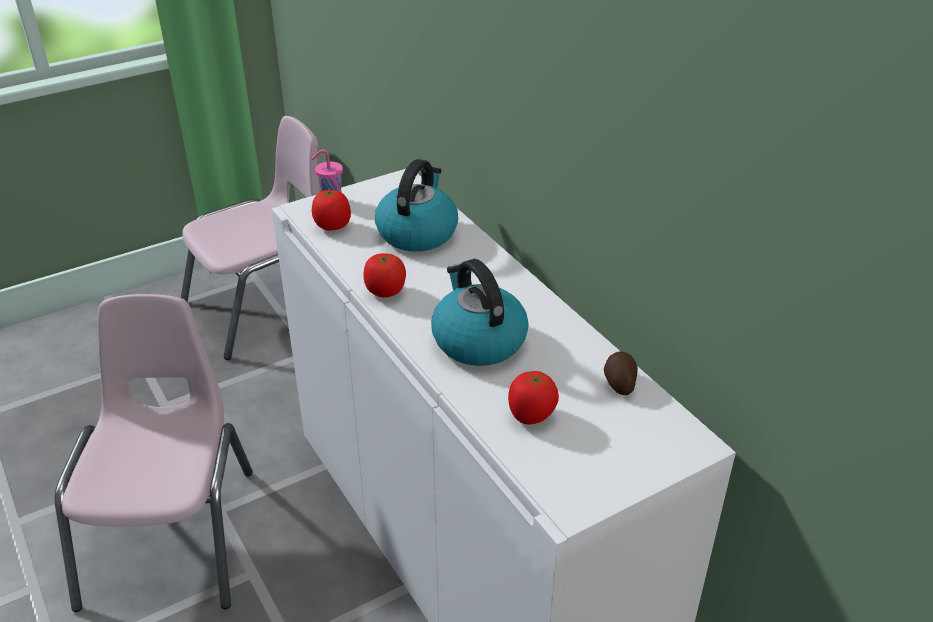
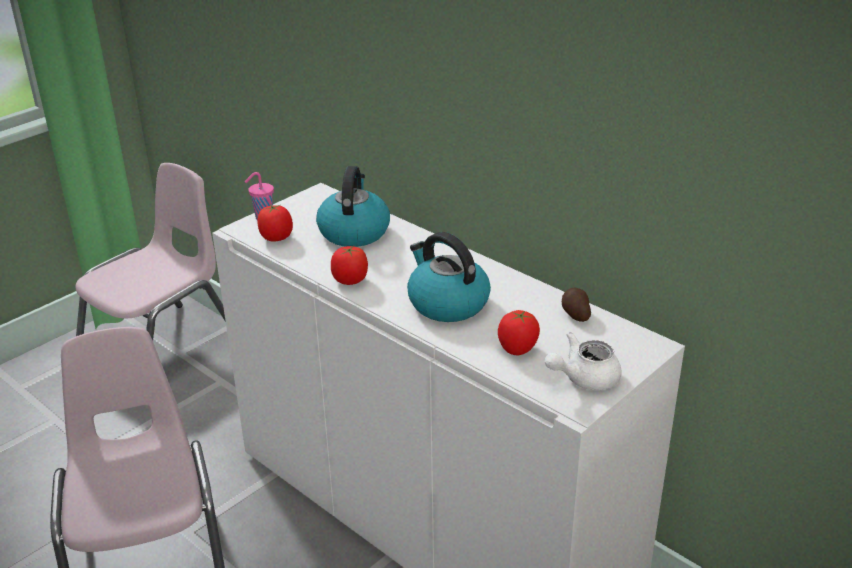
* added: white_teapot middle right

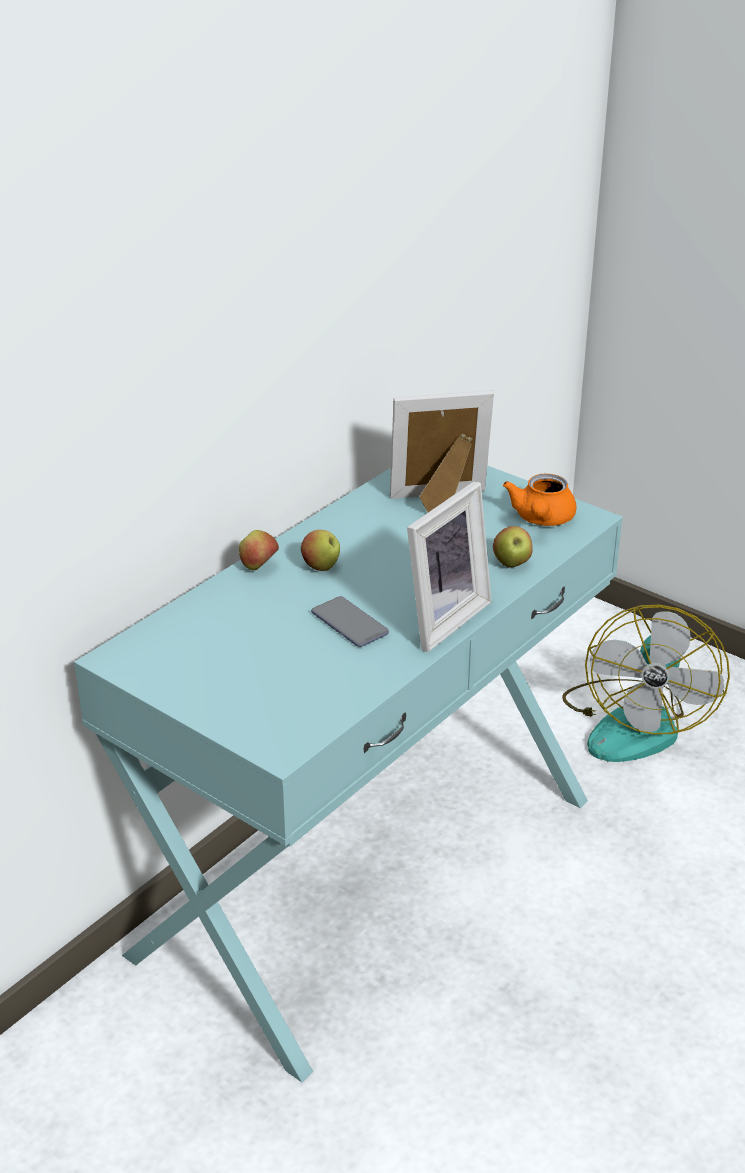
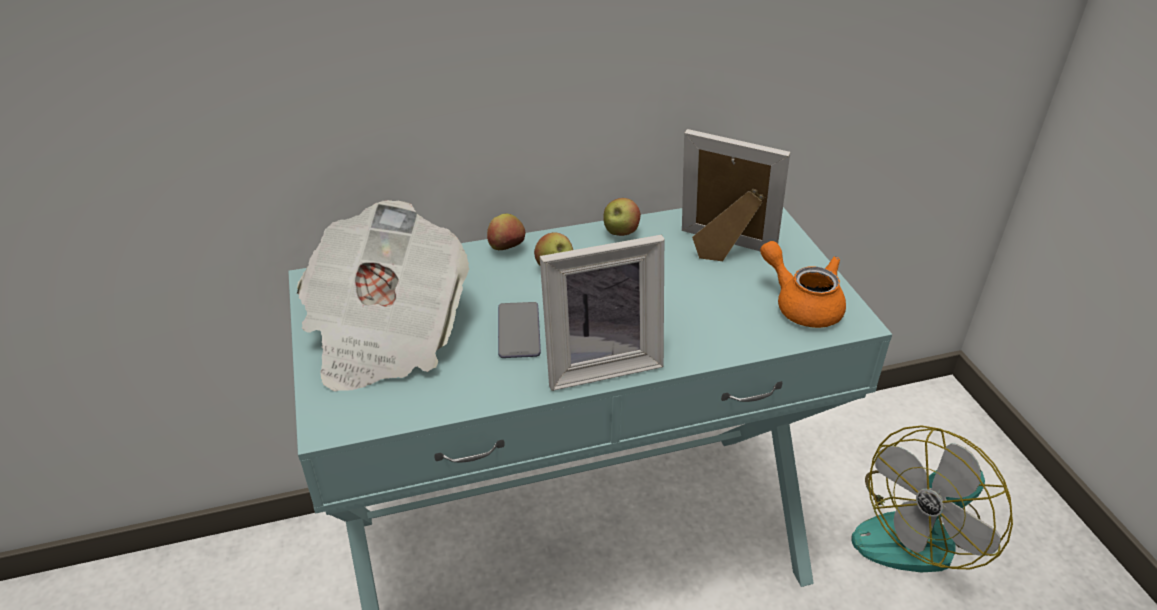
* added: newspaper middle left
* moved: apple (3rd from left) middle right to centre
* turned: orange_teapot middle right = middle right 90 degrees clockwise

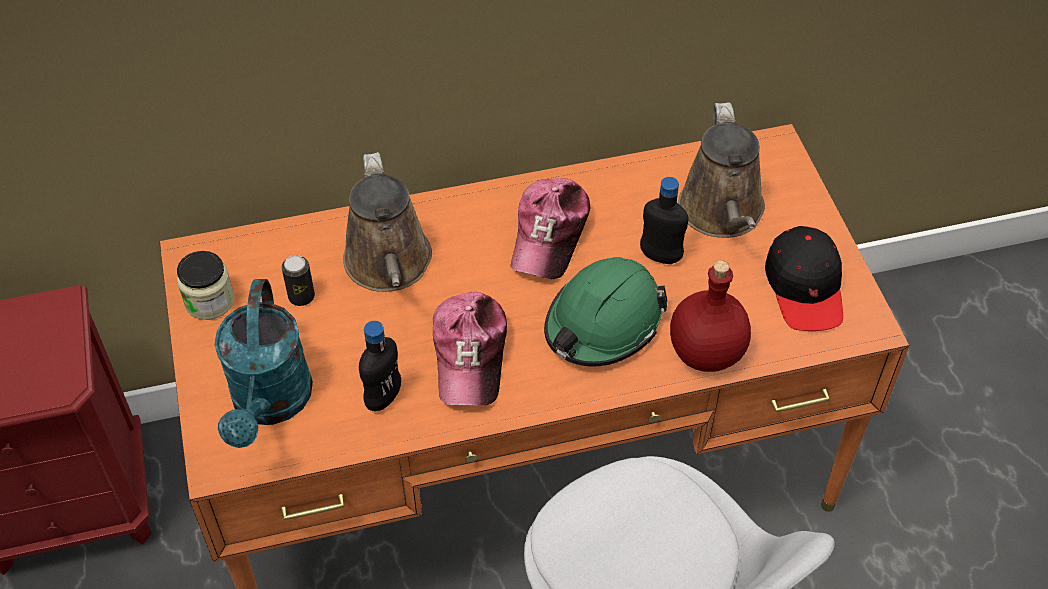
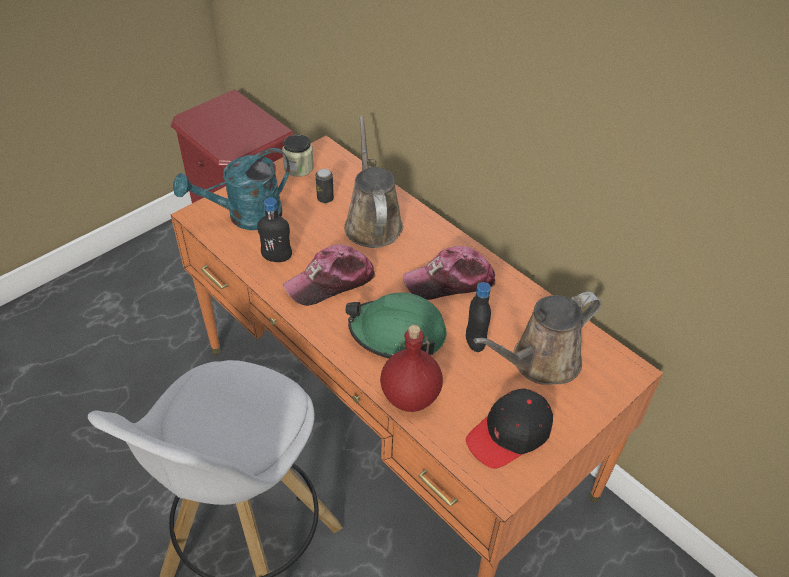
* turned: brown_watering_can (1st from left) centre = top centre 120 degrees clockwise

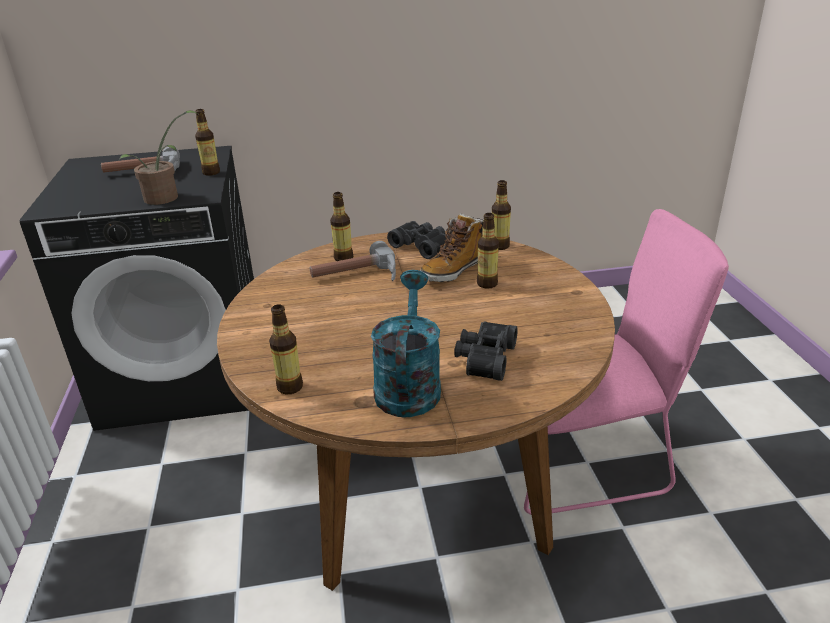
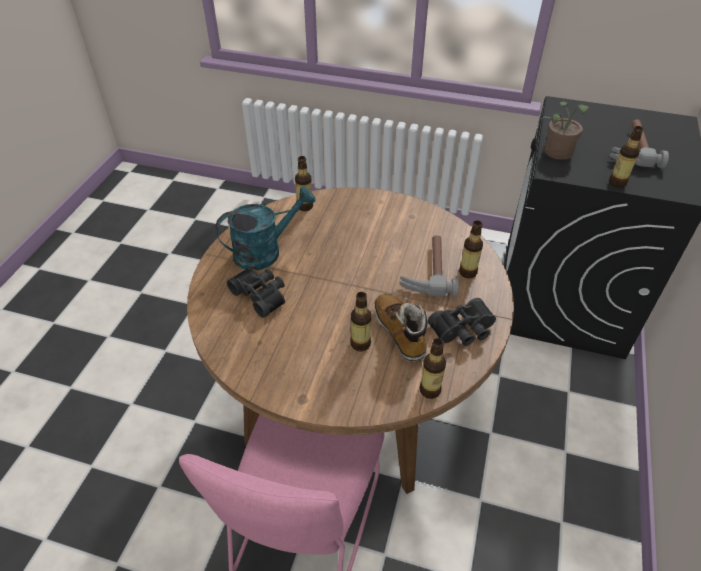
* turned: turquoise_watering_can centre = centre 60 degrees counterclockwise

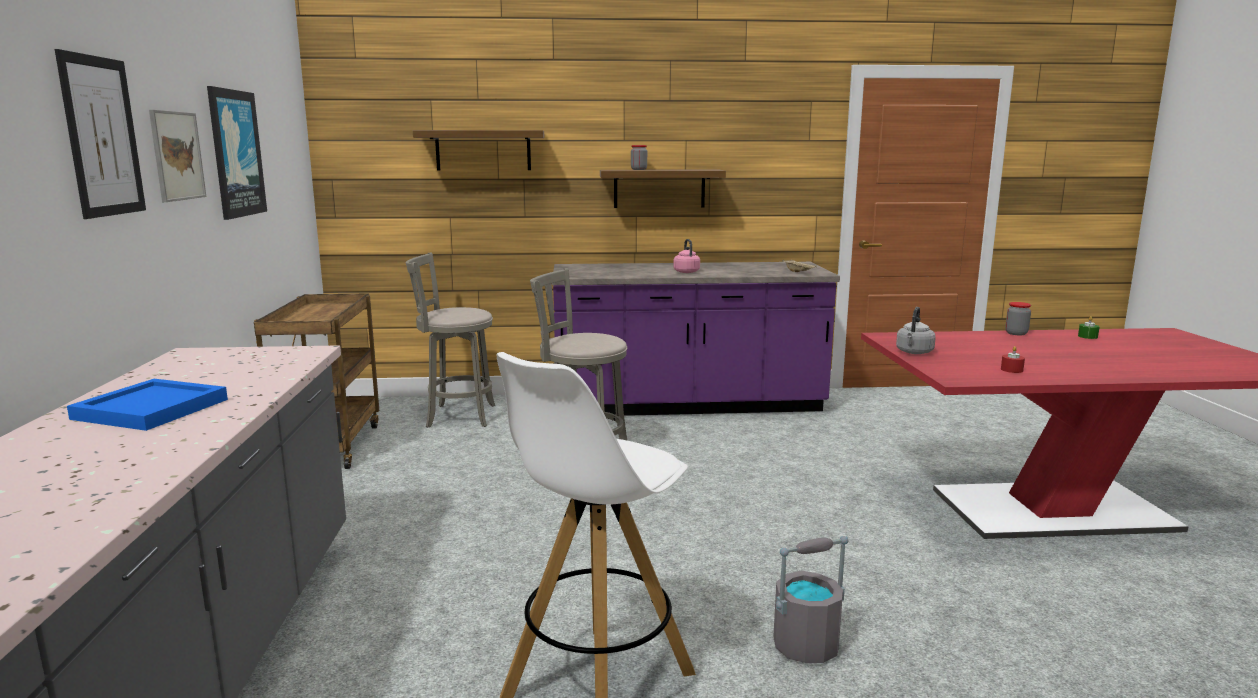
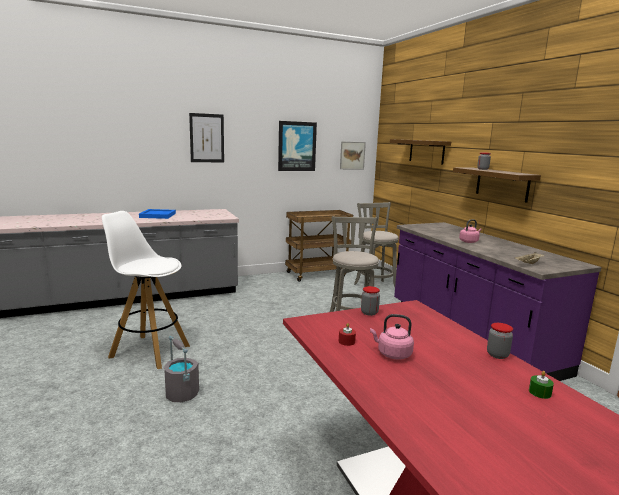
* added: pink_kettle (1st from left) bottom centre
* moved: picture (2nd from left in the first image) top left to picture (3rd from left) top centre
* replaced: grey_kettle middle right to jar (1st from left) centre

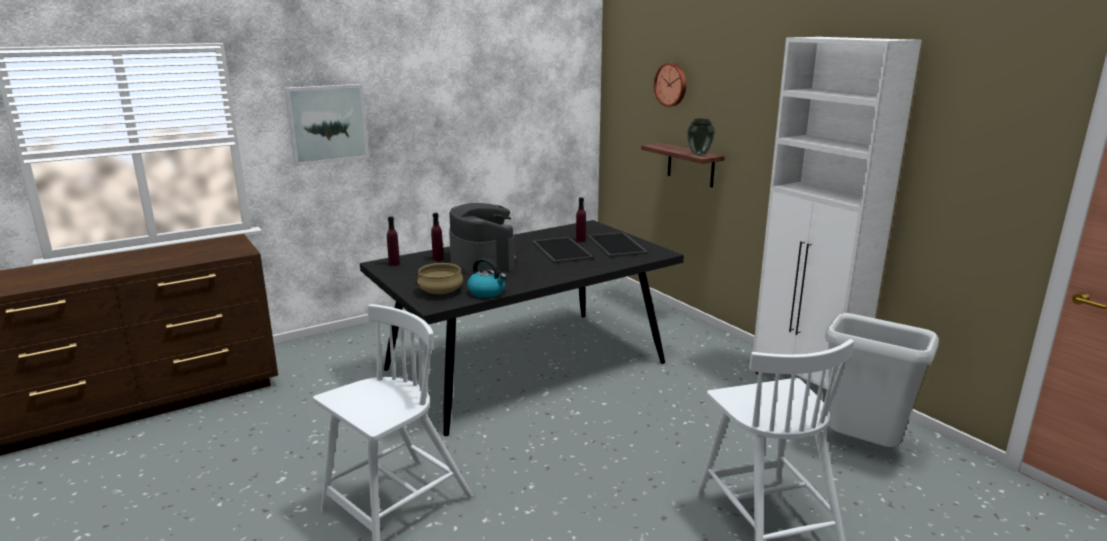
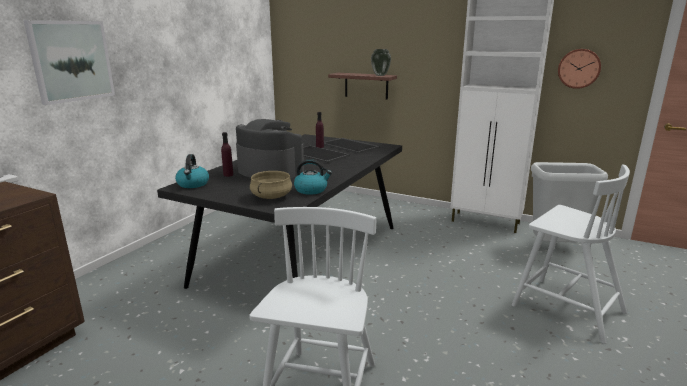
* moved: wall_clock top centre to top right
* replaced: purple_bottle (1st from left) centre to kettle (1st from left) middle left

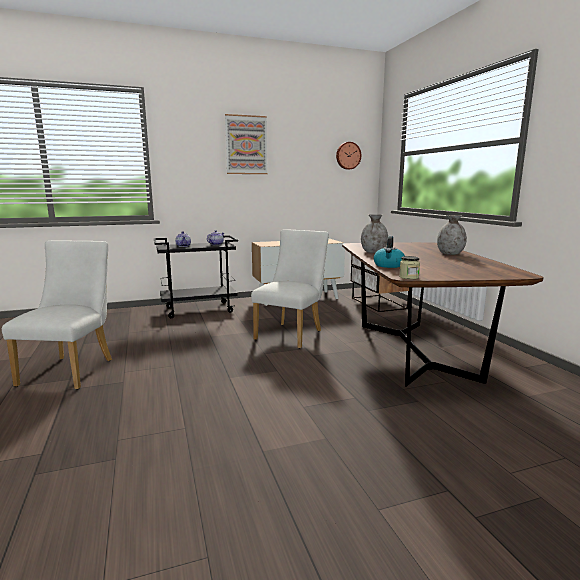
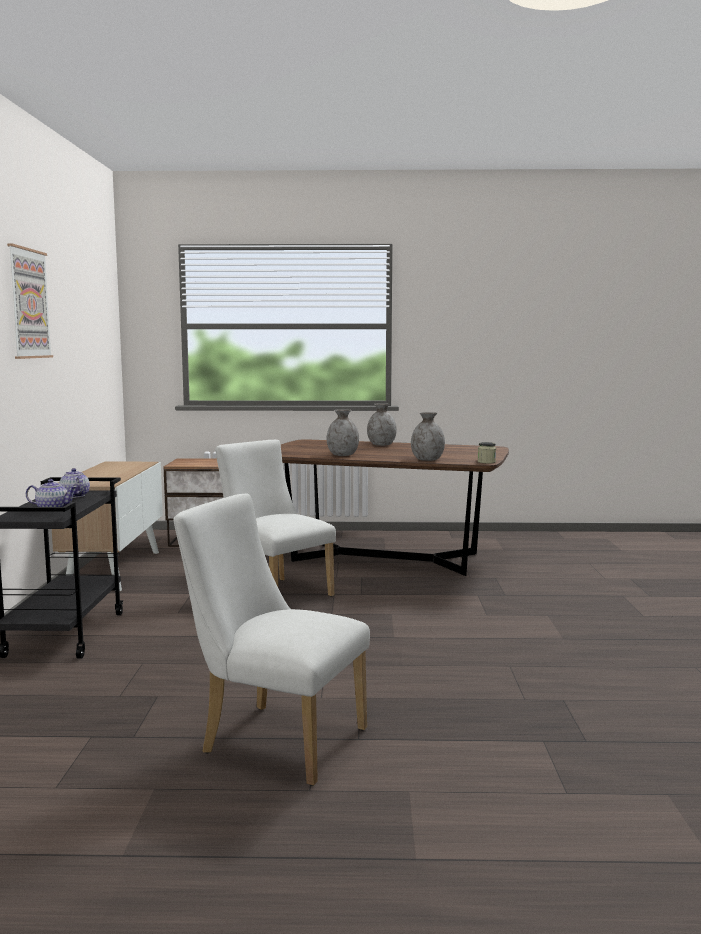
* removed: wall_clock top centre
* replaced: kettle middle right to grey_vase (3rd from left) centre

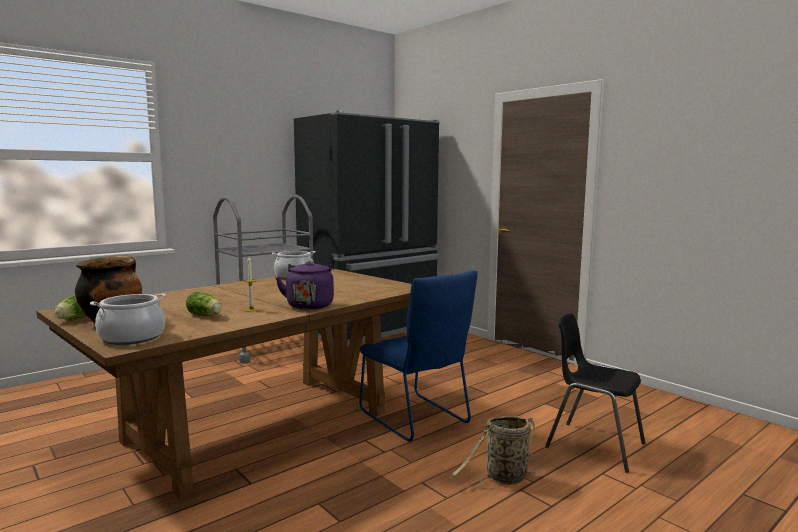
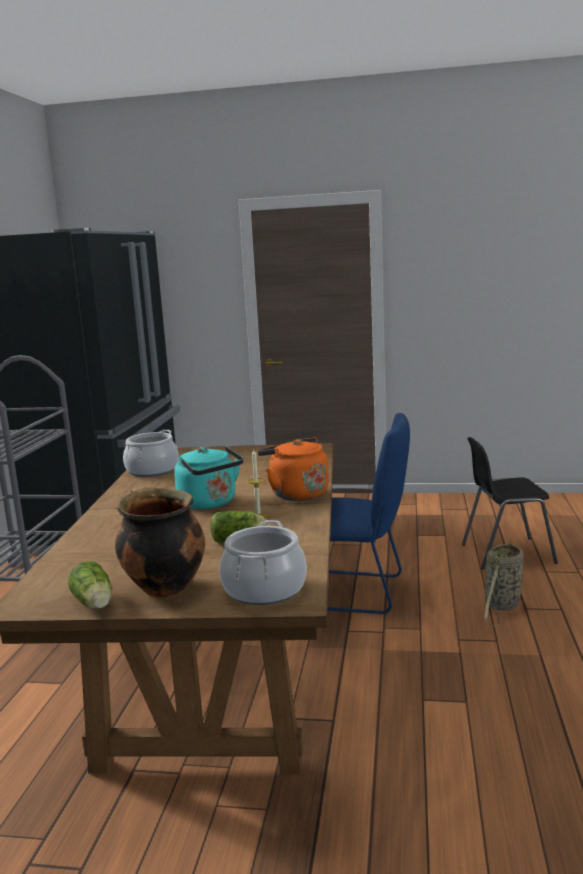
* added: turquoise_kettle centre
* recoloured: purple_kettle centre to orange_kettle centre

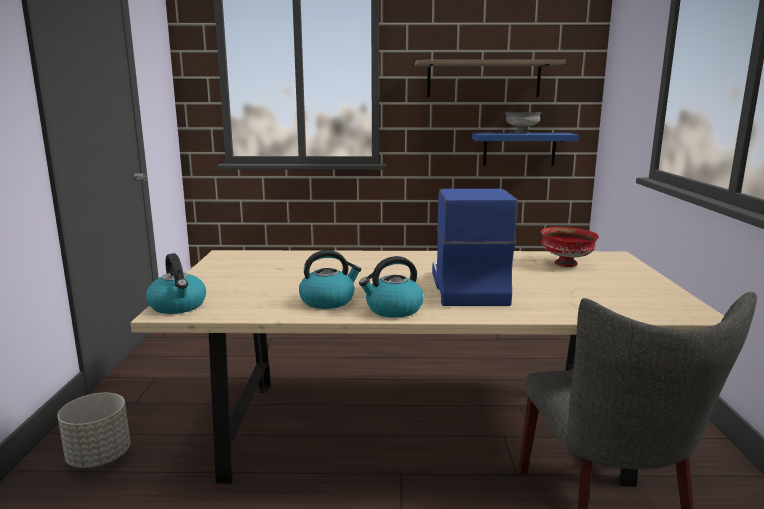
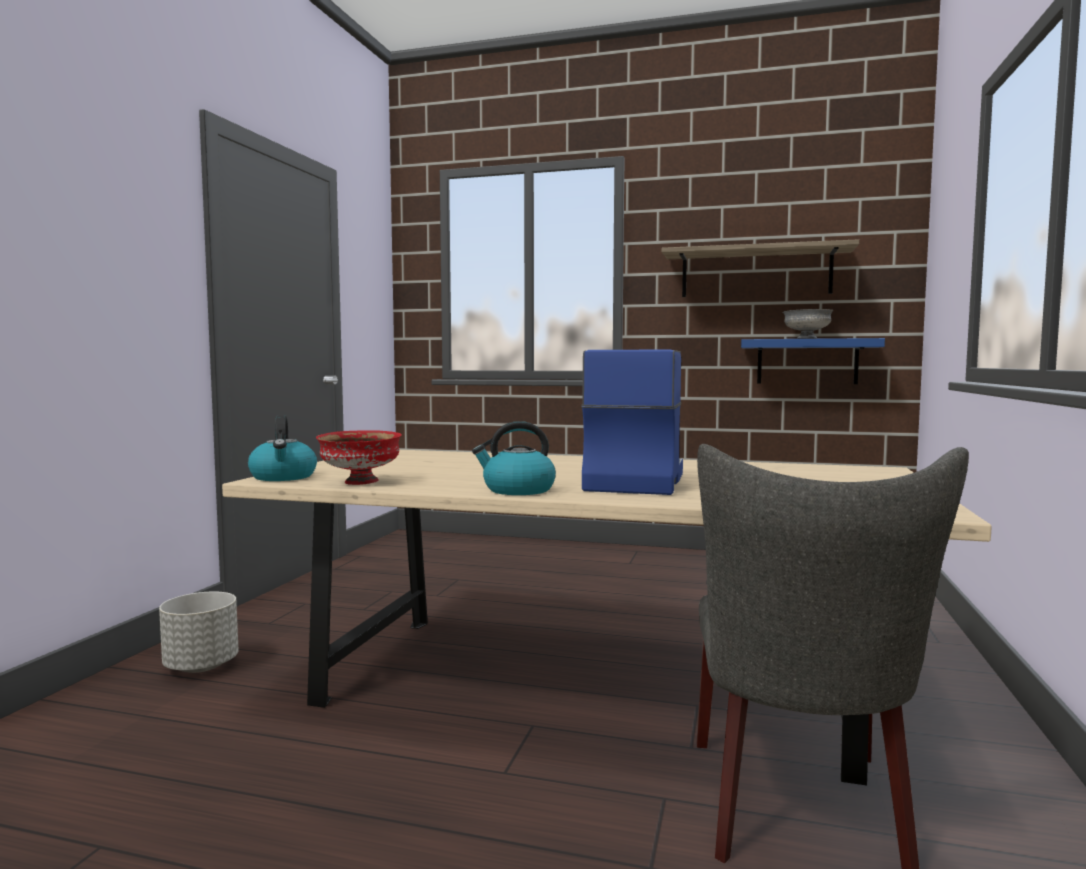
* removed: kettle (2nd from left) centre
* moved: red_bowl middle right to middle left

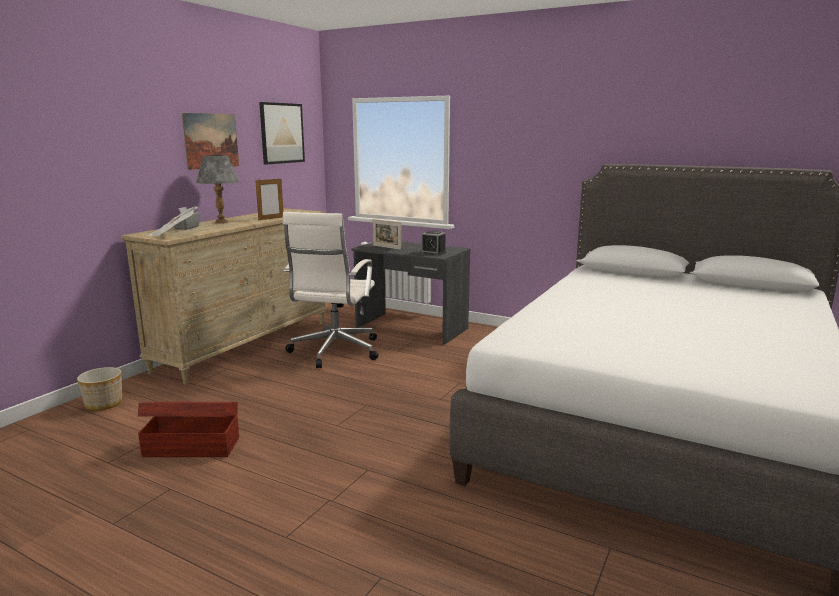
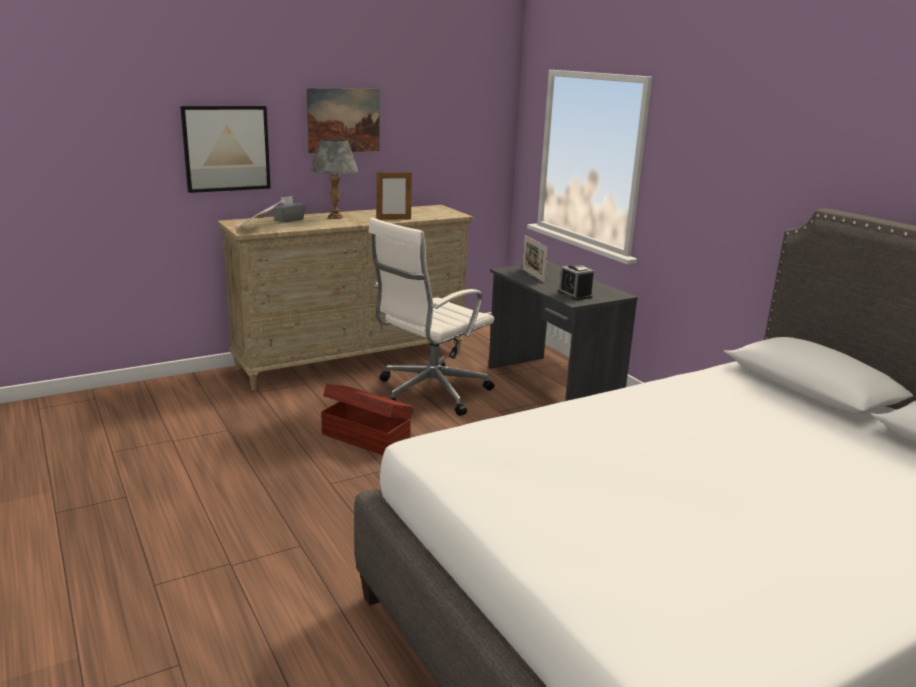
* removed: planter middle left
* moved: brown_storage_box bottom left to centre
* moved: picture (2nd from left in the first image) top centre to picture (1st from left) top left

